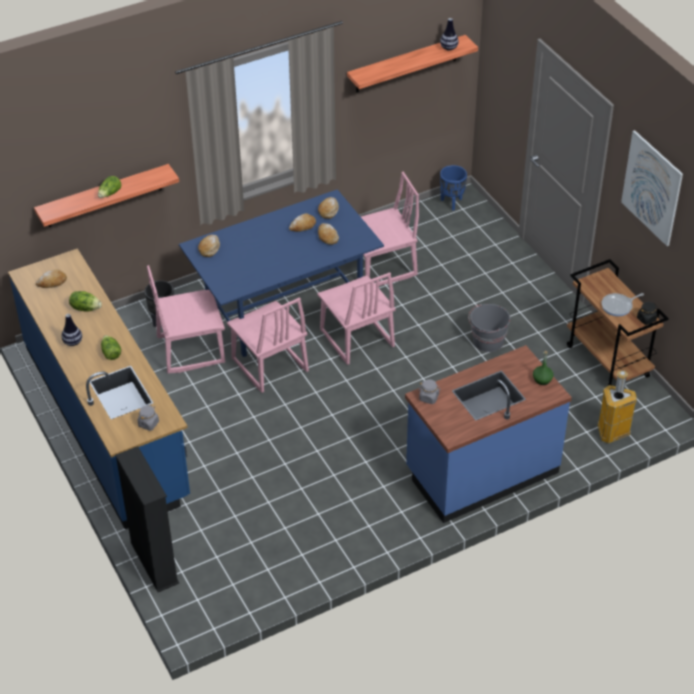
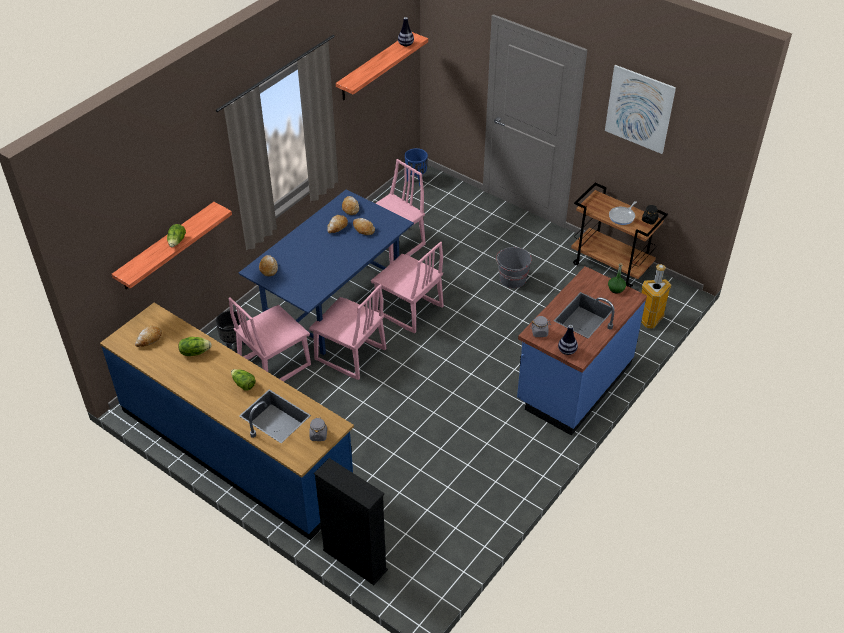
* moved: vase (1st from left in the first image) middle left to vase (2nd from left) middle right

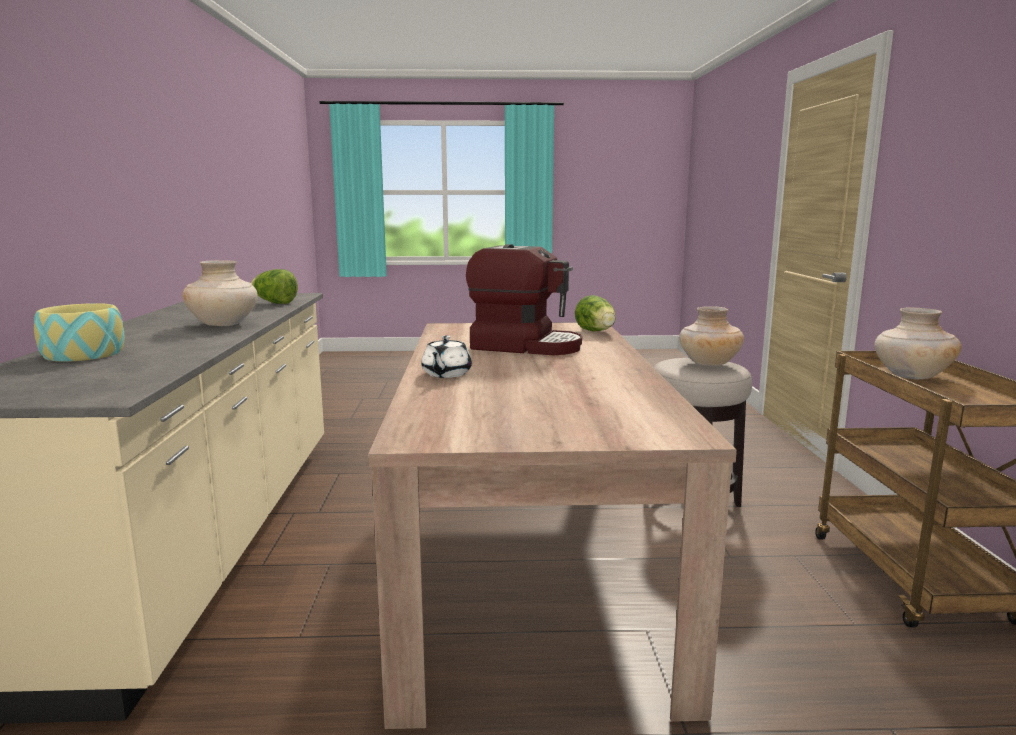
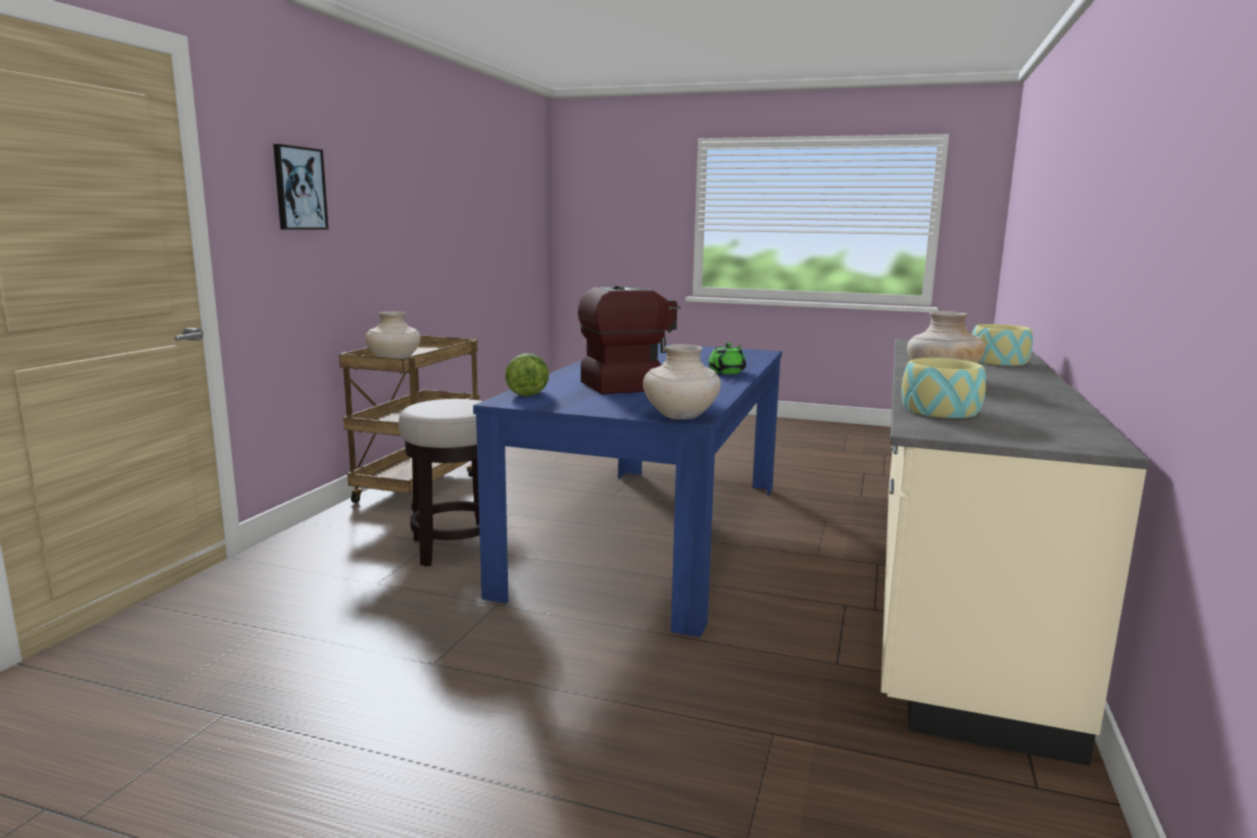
* added: picture top left
* moved: beige_vase (2nd from left) middle right to centre
* replaced: lettuce (1st from left) middle left to bowl (1st from left) middle right
* recoloured: beige_dining_table bottom centre to blue_dining_table centre
* recoloured: white_teapot centre to green_teapot centre
* turned: coffee_machine centre = centre 120 degrees clockwise

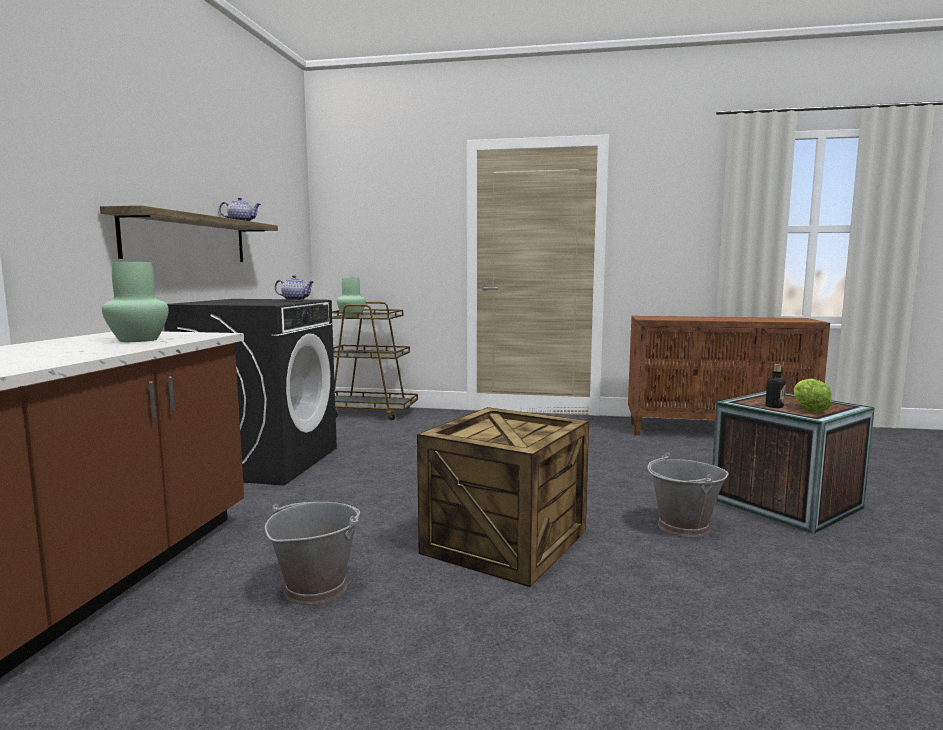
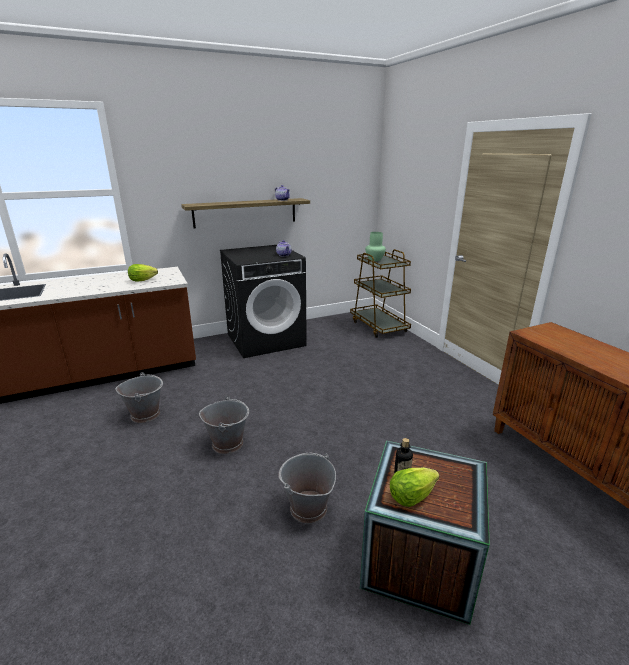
* replaced: green_vase (1st from left) middle left to lettuce (1st from left) middle left
* replaced: crate (1st from left) bottom centre to grey_bucket (2nd from left) centre

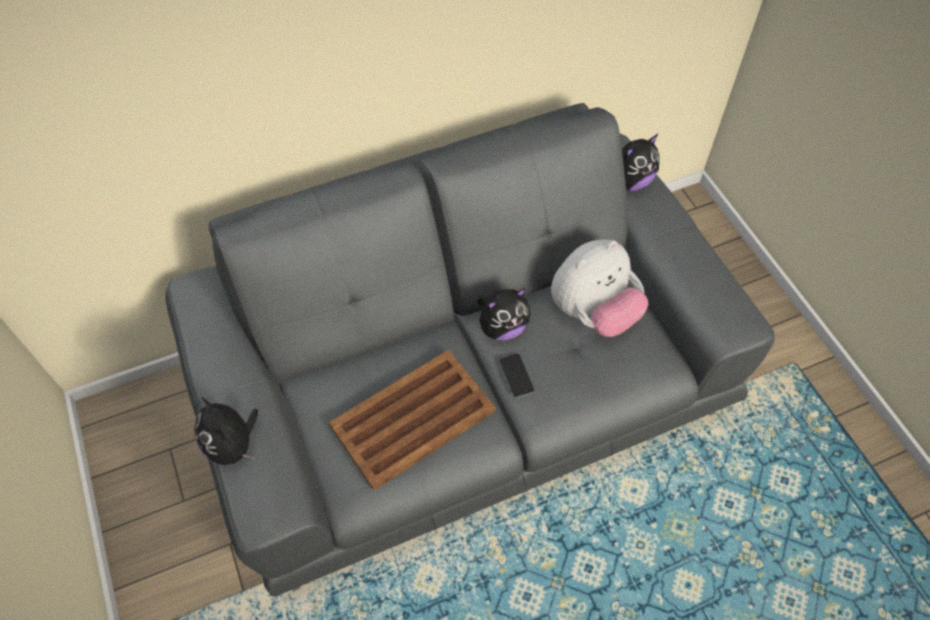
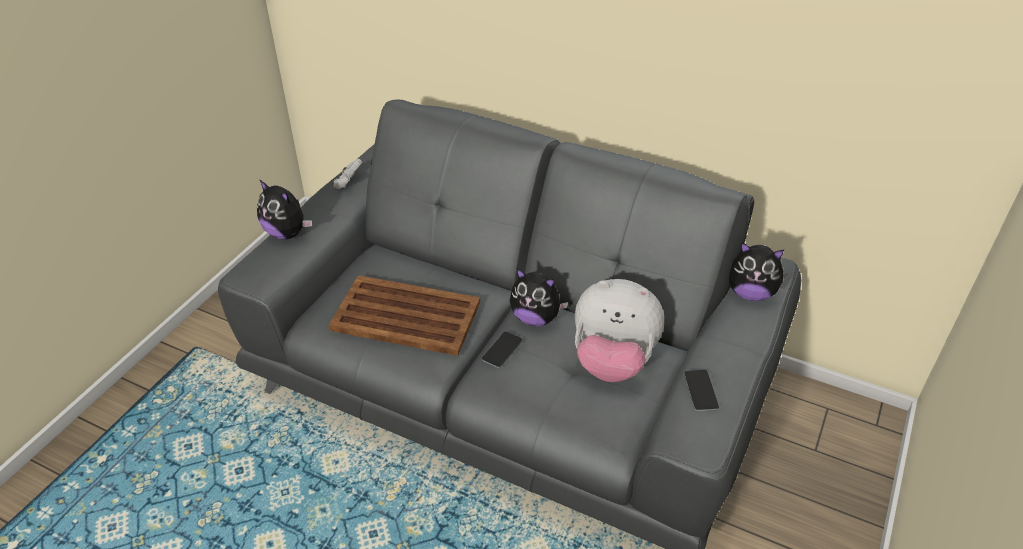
* added: white_game_controller top centre
* added: phone (2nd from left) bottom right
* turned: plush_toy (1st from left) bottom left = middle left 75 degrees counterclockwise

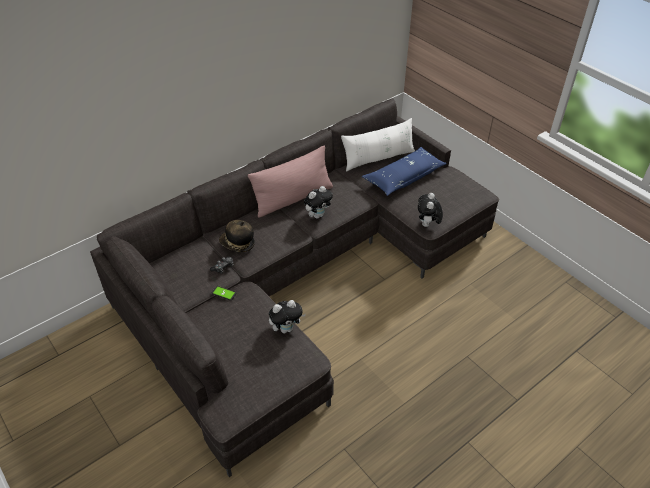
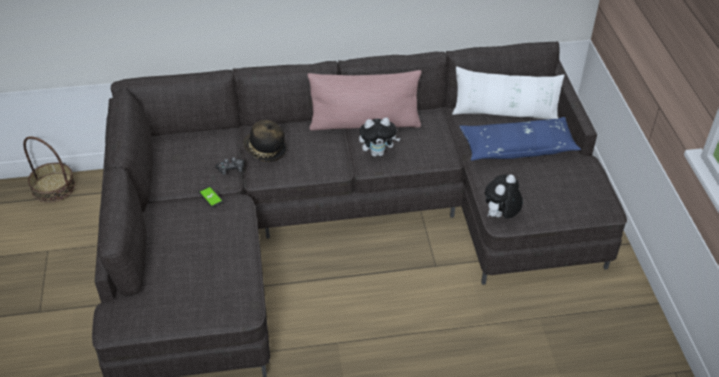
* removed: plush_toy (1st from left) centre
* added: basket middle left

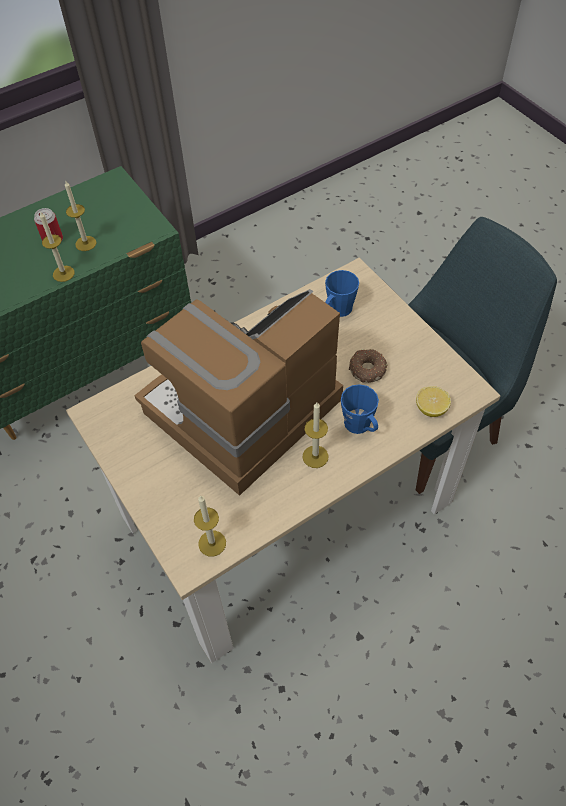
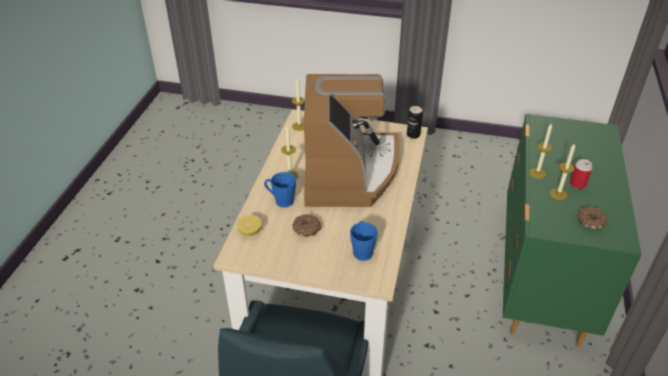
* added: can (1st from left) top centre
* added: donut (2nd from left) middle right

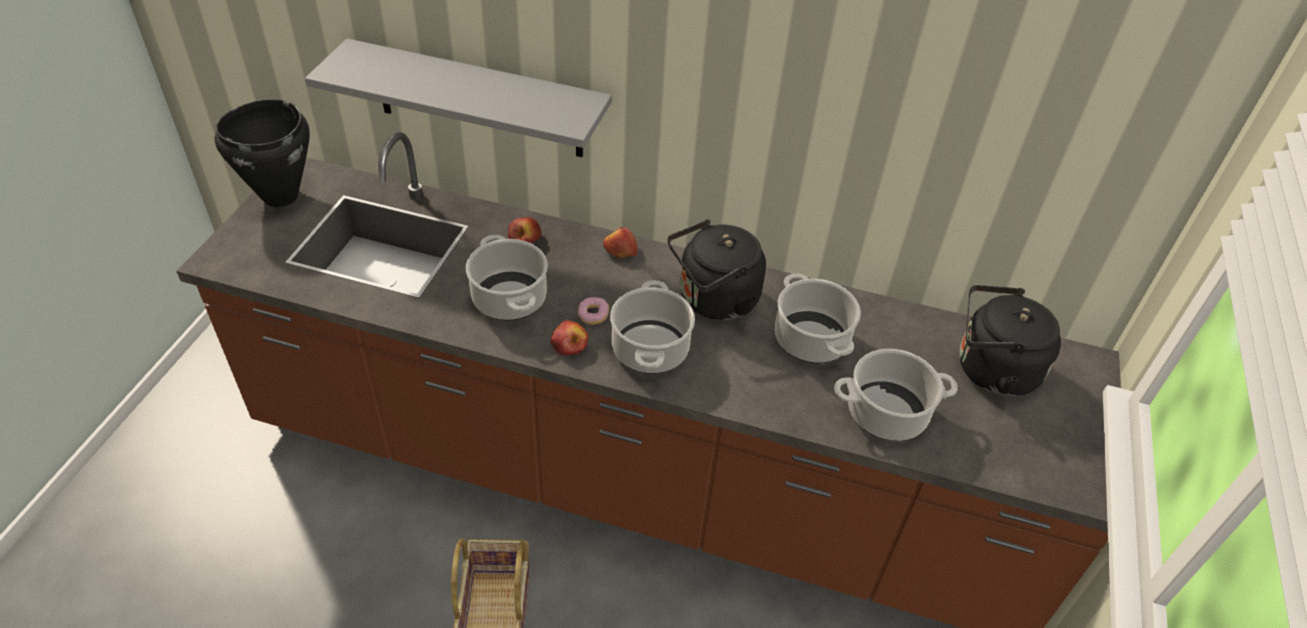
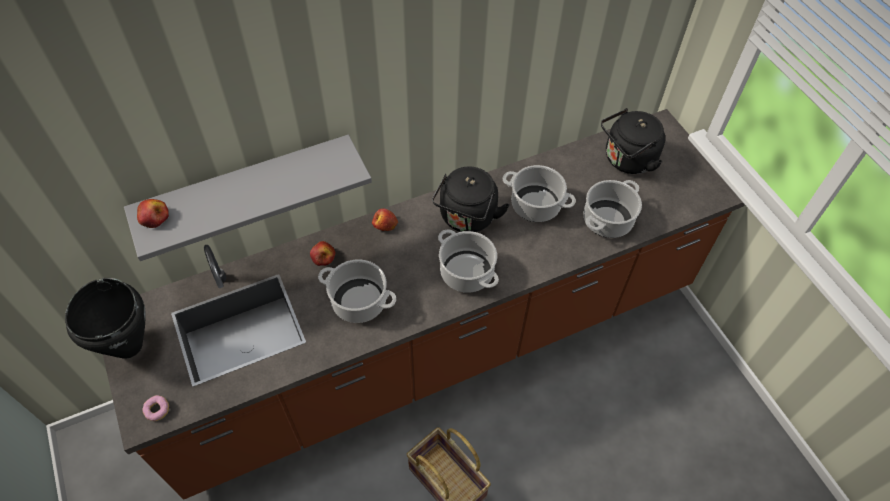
* moved: apple (2nd from left in the first image) centre to apple (1st from left) middle left
* moved: donut centre to bottom left

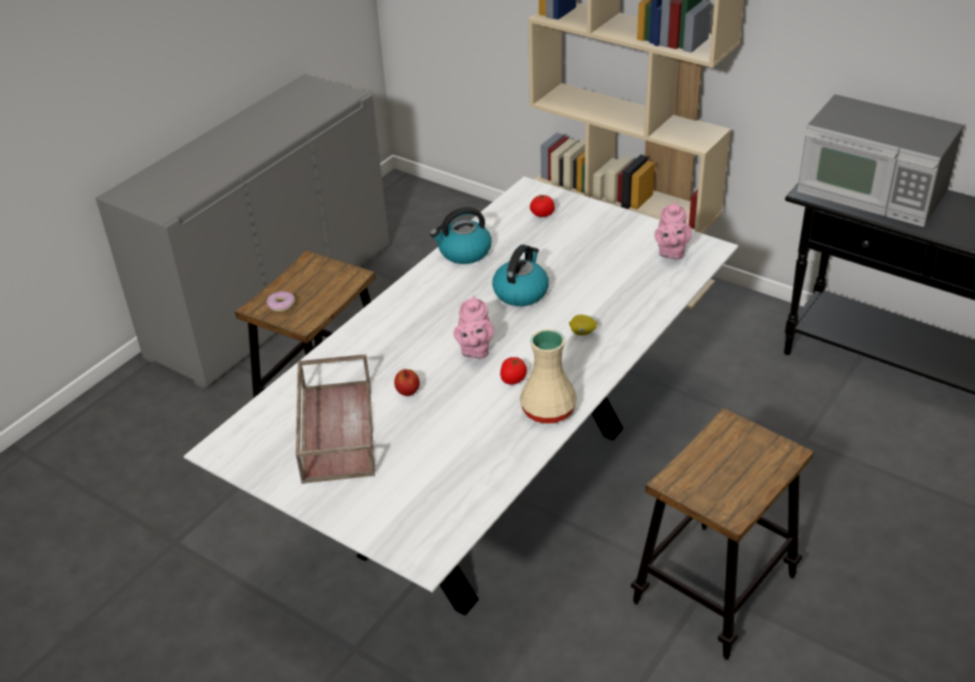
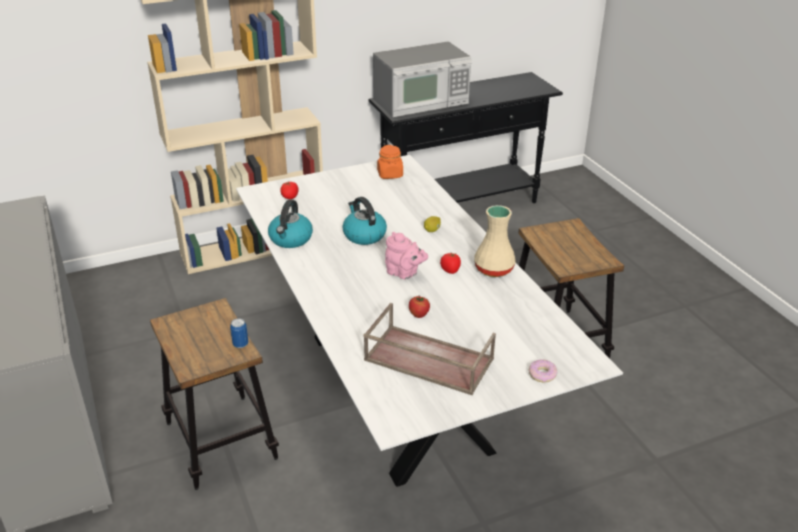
* added: can middle left
* moved: donut middle left to bottom right
* replaced: pink_teapot (2nd from left) middle right to orange_jar top centre

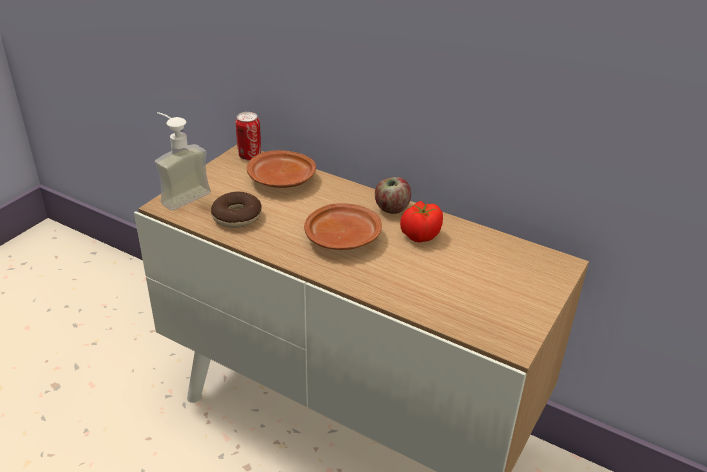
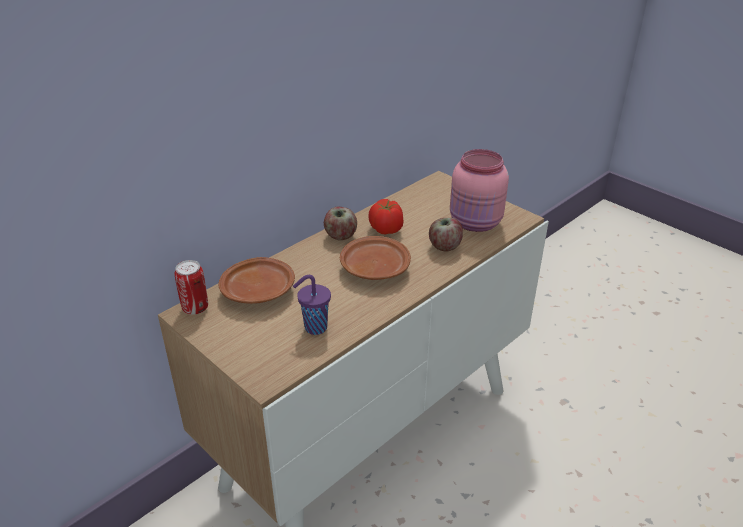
* removed: soap_dispenser middle left
* added: apple (2nd from left) centre
* added: pink_jar centre
* replaced: donut centre to purple_cup centre

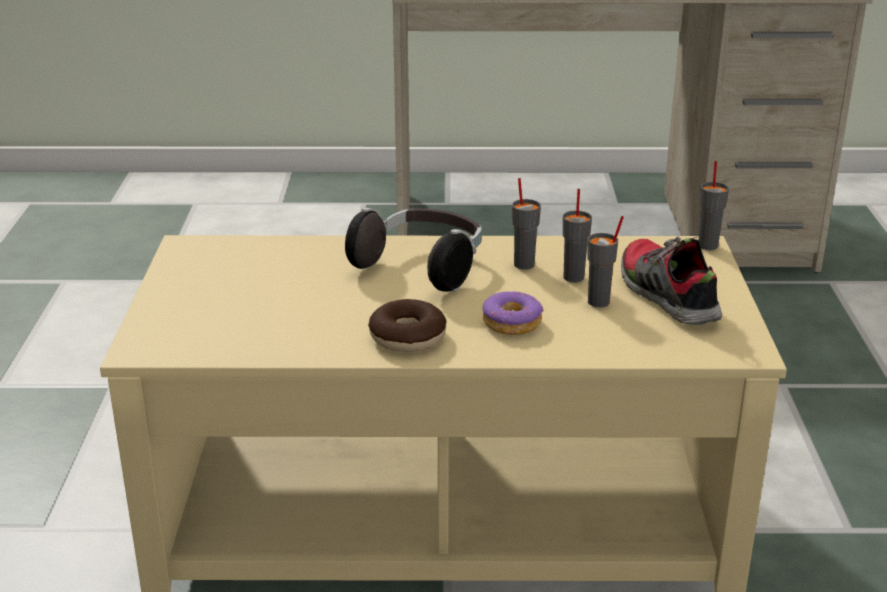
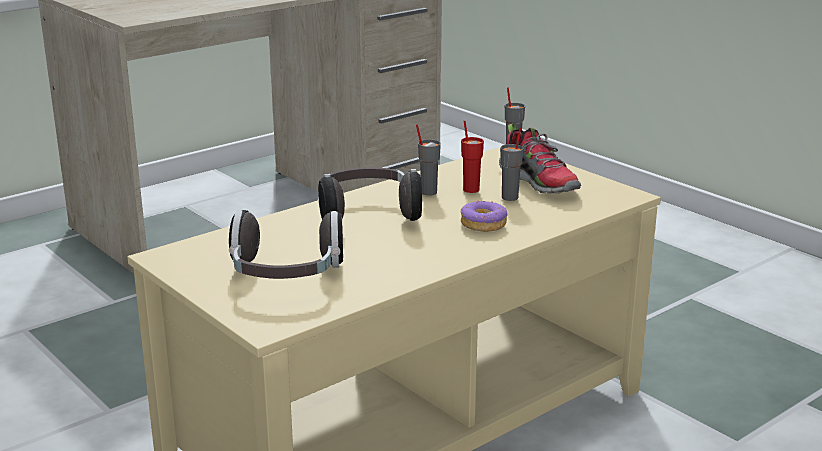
* removed: donut (1st from left) centre
* added: headphones (1st from left) centre
* recoloured: grey_cup (2nd from left) centre to red_cup centre
* turned: shoe middle right = centre 150 degrees counterclockwise

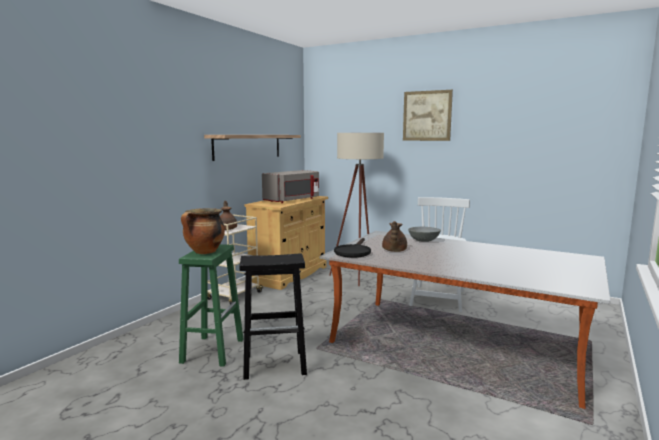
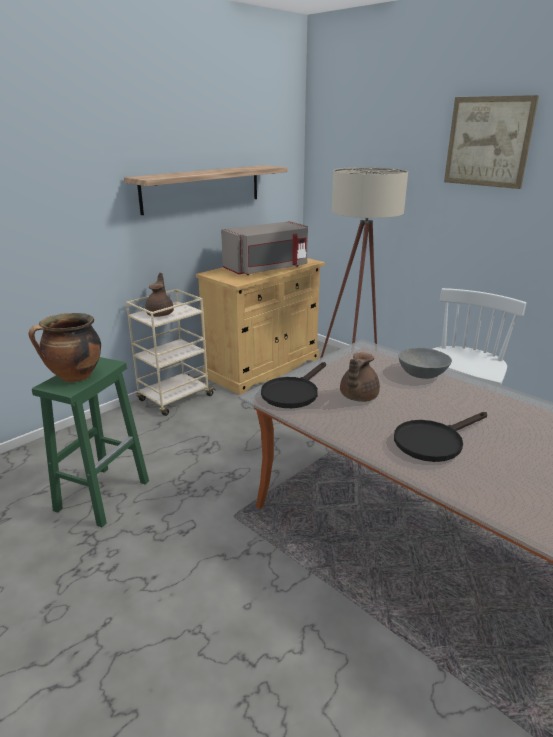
* removed: black_stool bottom centre
* added: black_frying_pan (2nd from left) middle right

